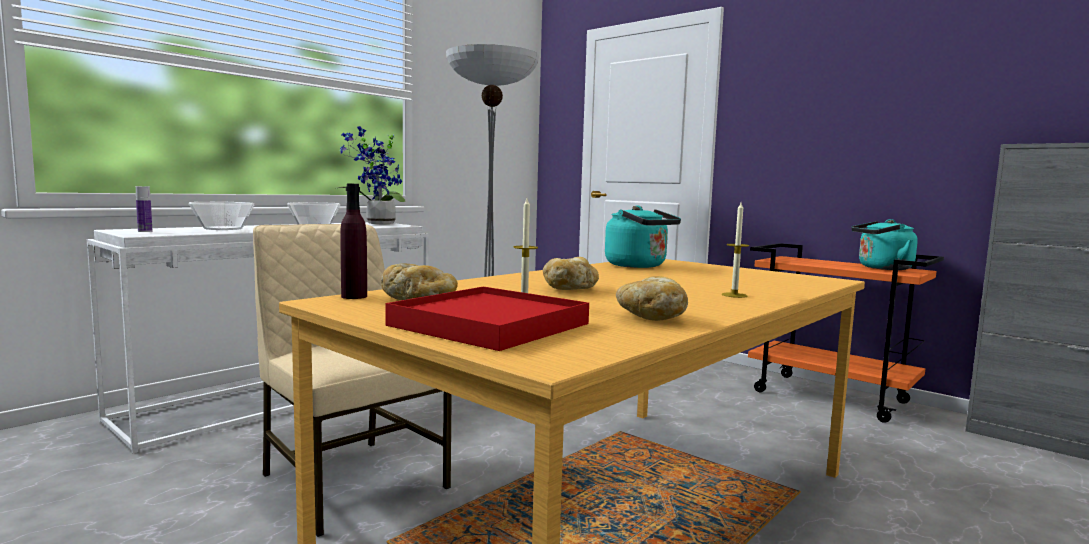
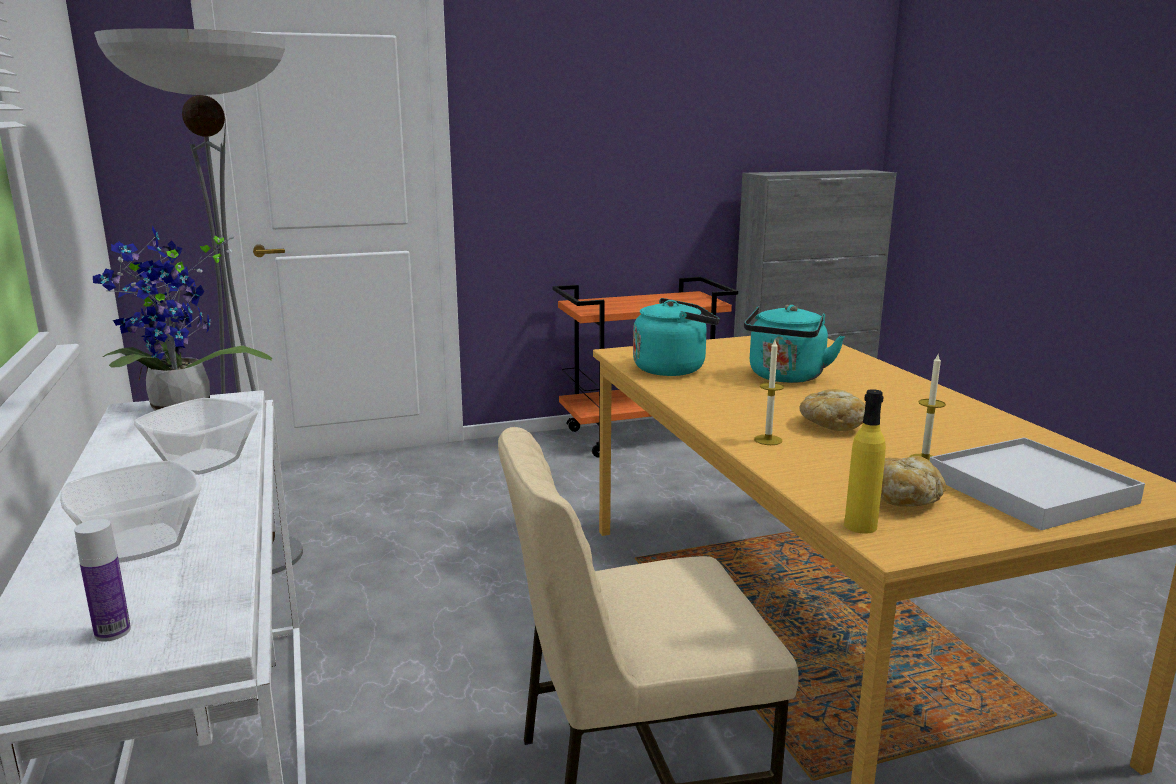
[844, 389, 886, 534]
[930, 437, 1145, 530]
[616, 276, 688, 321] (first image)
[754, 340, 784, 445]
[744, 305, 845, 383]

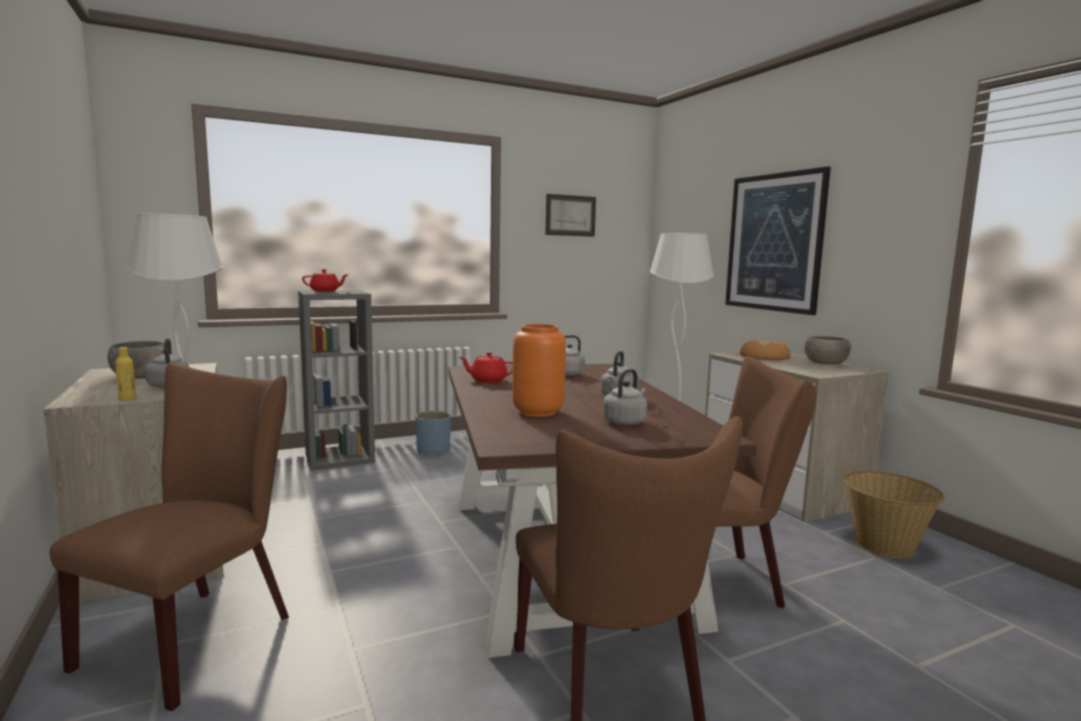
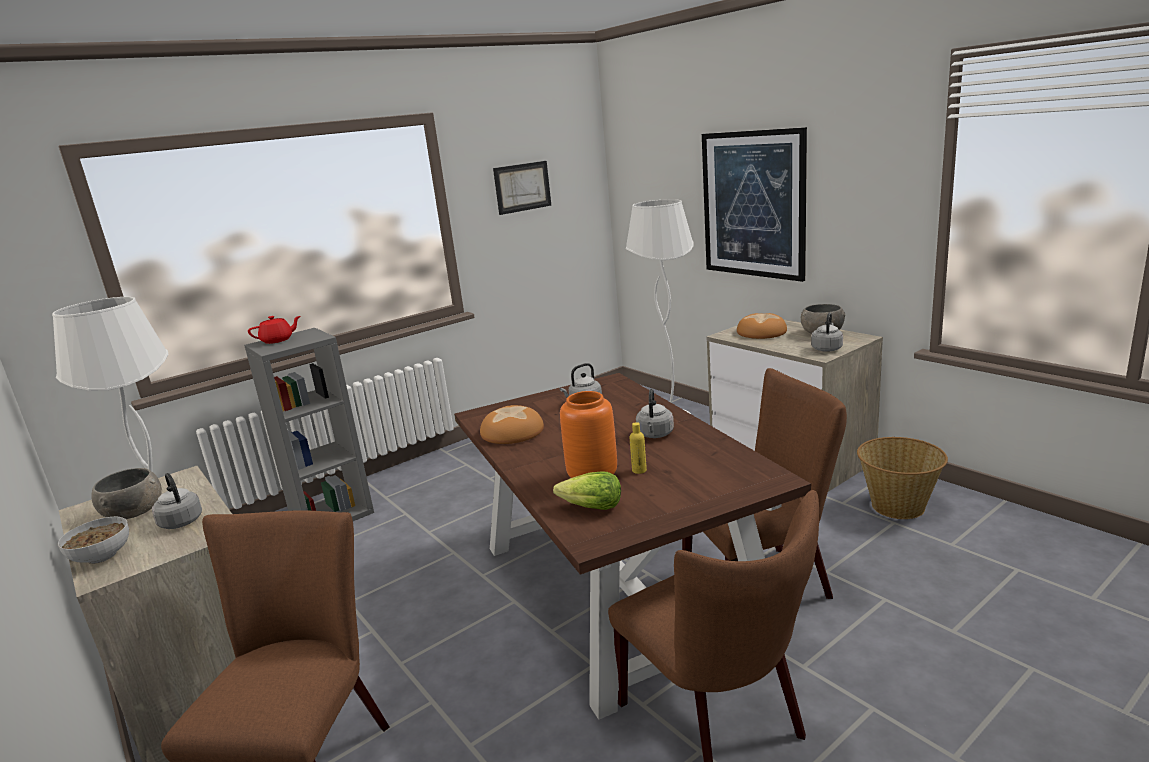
[629, 422, 647, 474]
[415, 411, 451, 455] (first image)
[480, 405, 544, 444]
[811, 312, 843, 352]
[58, 517, 129, 564]
[553, 472, 621, 510]

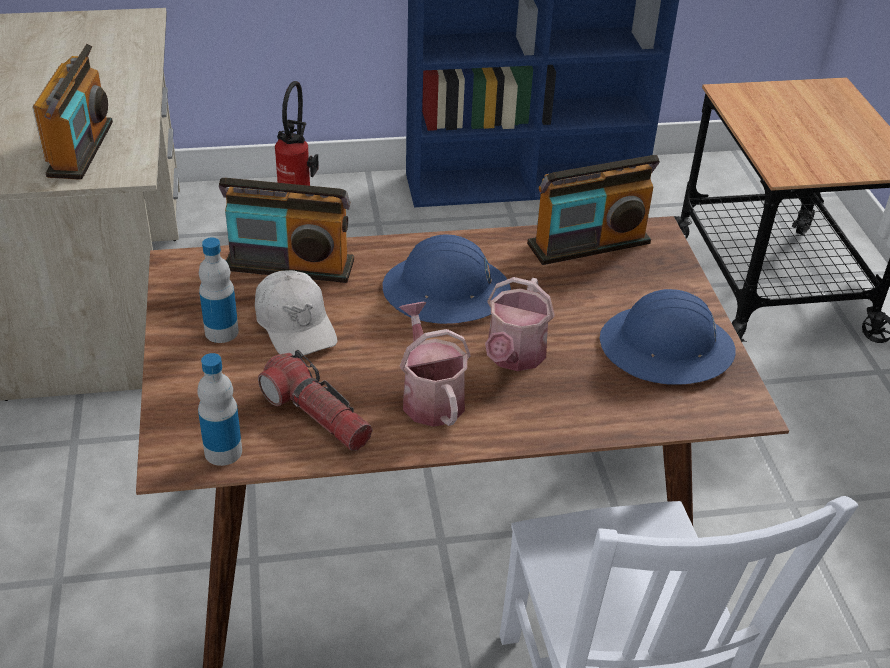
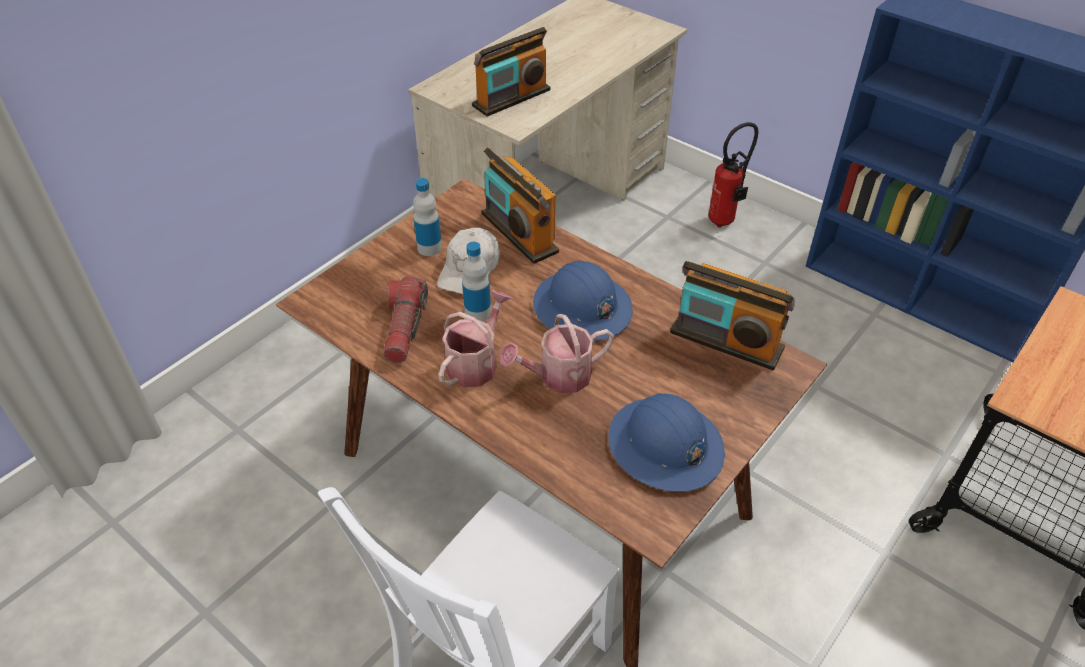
[462, 242, 491, 322]

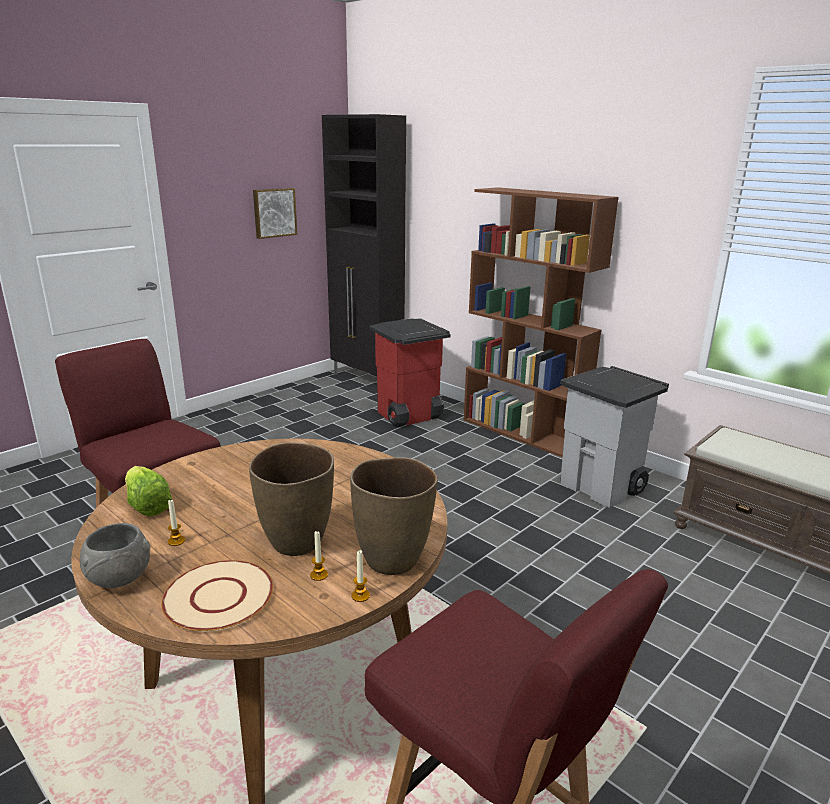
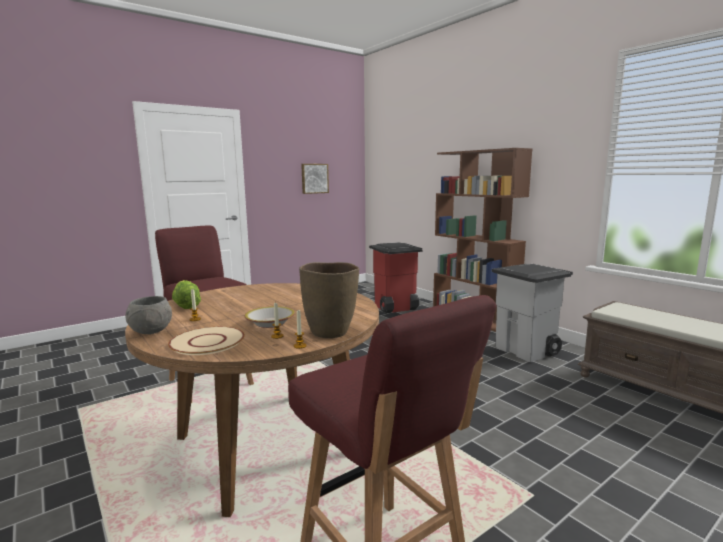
[245, 306, 295, 328]
[322, 114, 406, 376] (first image)

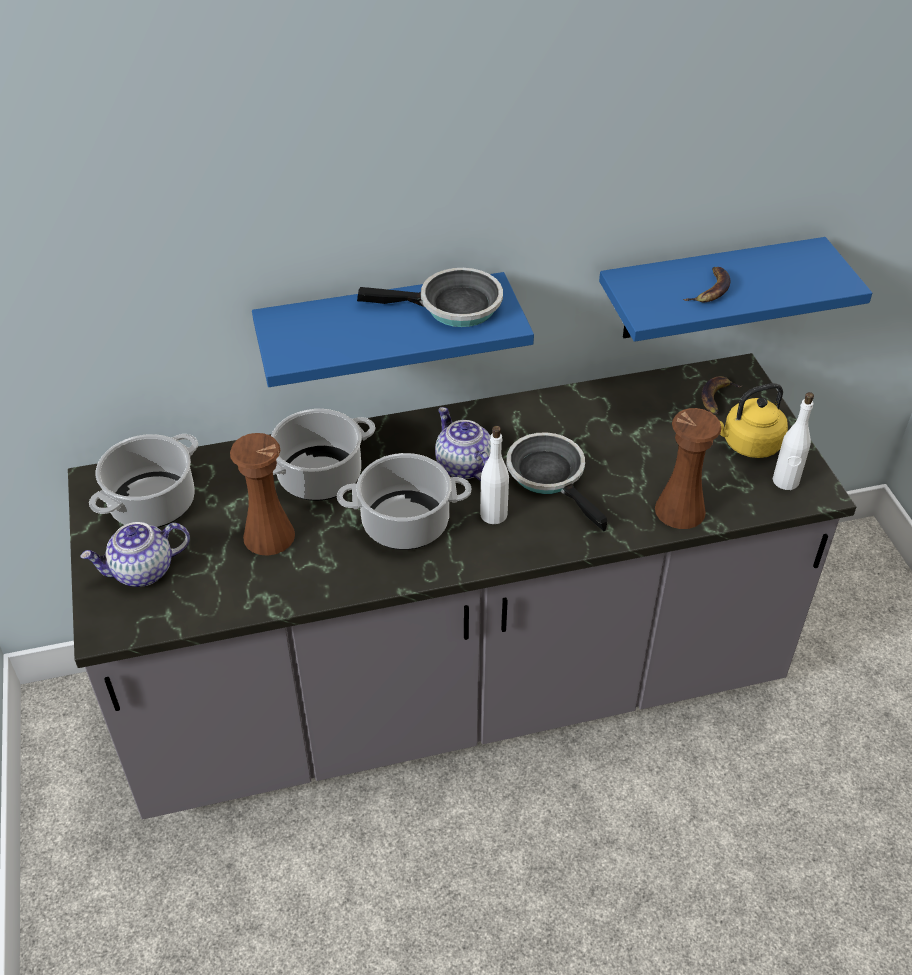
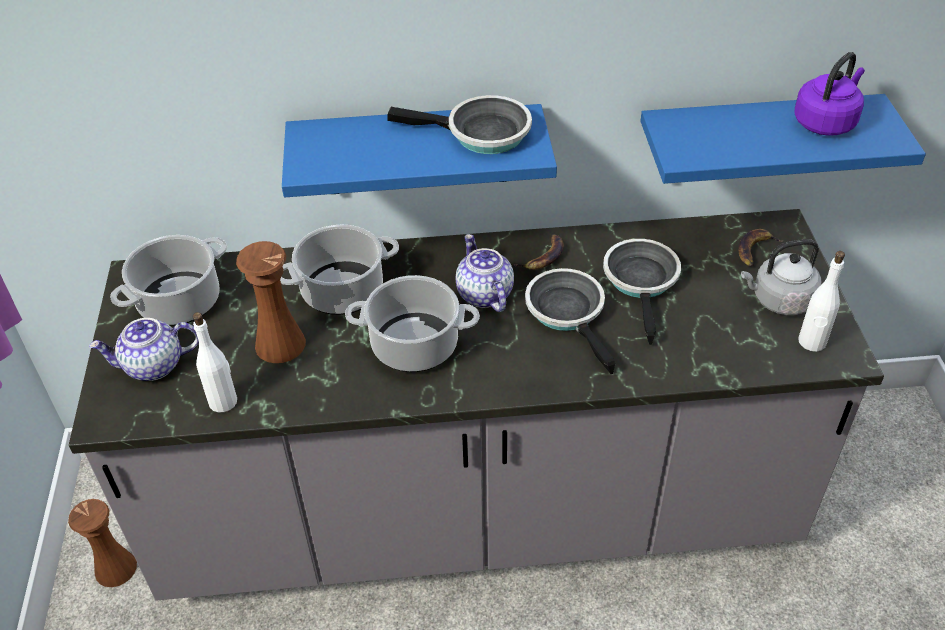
[193, 312, 237, 412]
[68, 499, 137, 587]
[513, 234, 564, 270]
[741, 239, 821, 315]
[603, 239, 681, 345]
[794, 52, 865, 136]

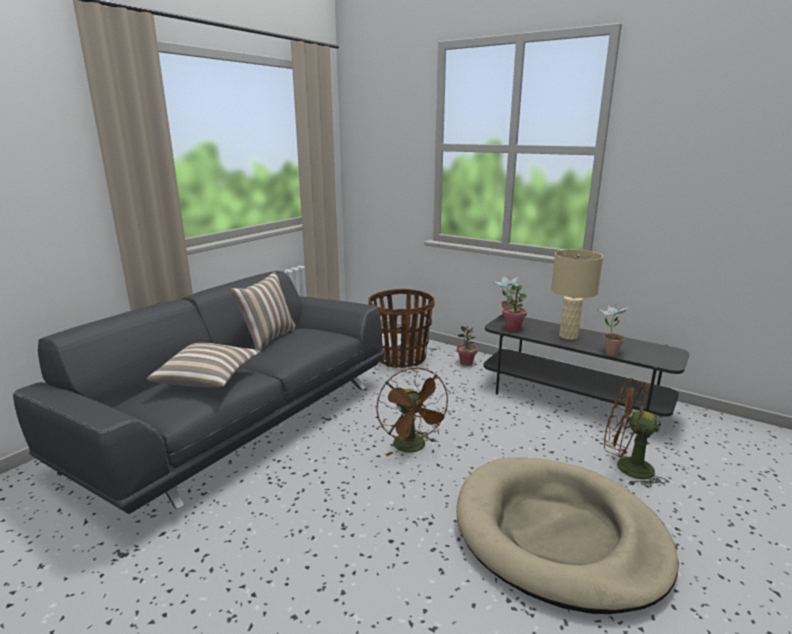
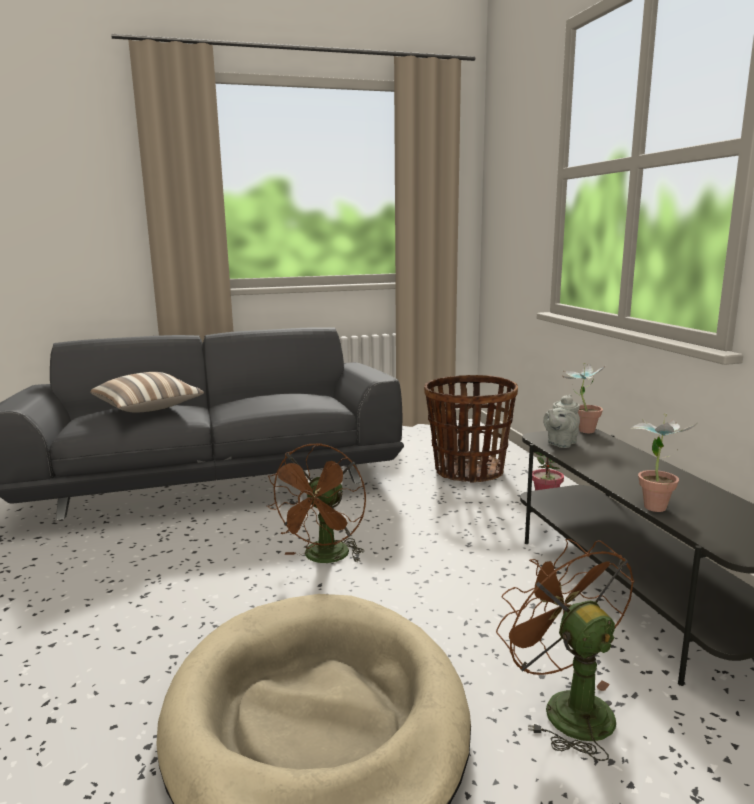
[231, 272, 296, 351] (first image)
[543, 394, 580, 448]
[551, 250, 603, 340] (first image)

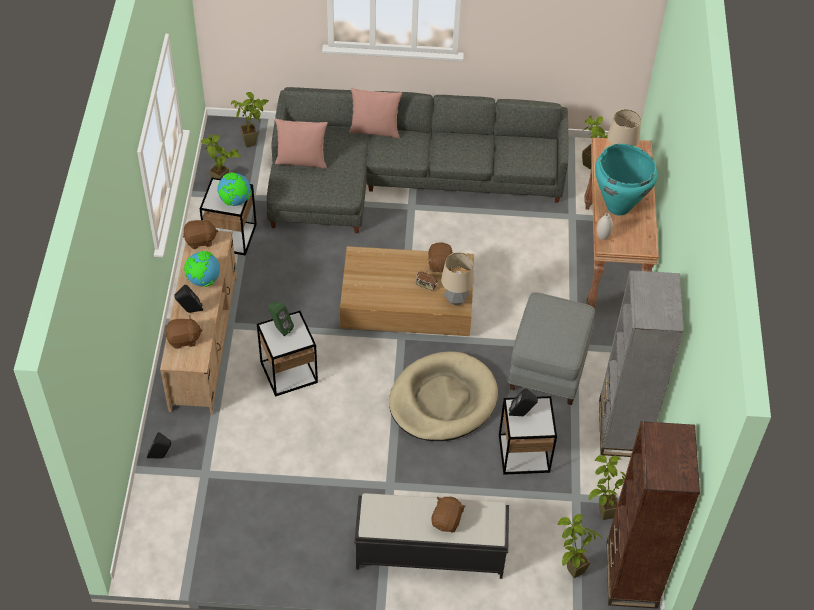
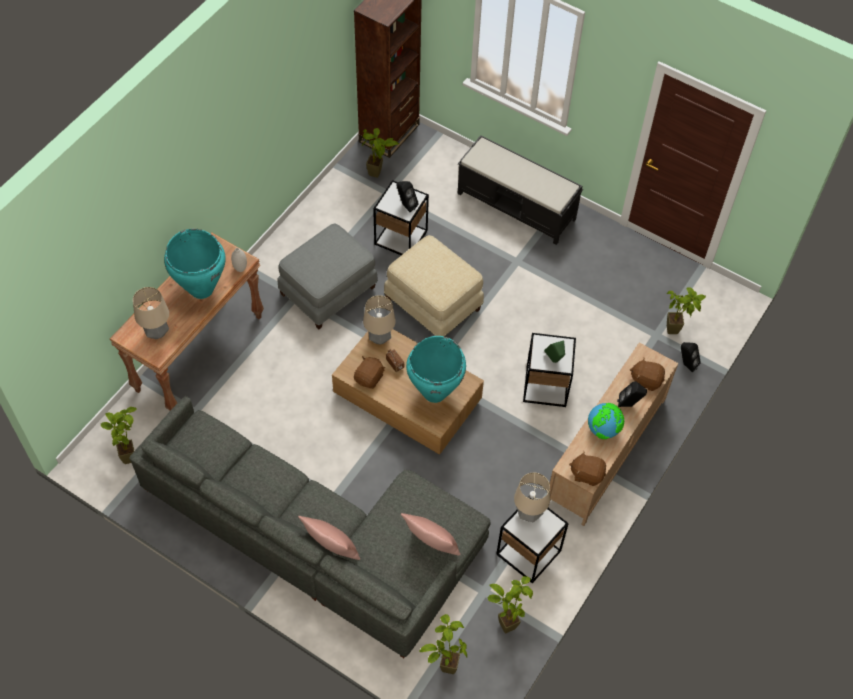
[514, 473, 550, 523]
[384, 235, 484, 336]
[431, 497, 466, 532] (first image)
[667, 287, 706, 334]
[599, 270, 684, 457] (first image)
[406, 336, 466, 403]

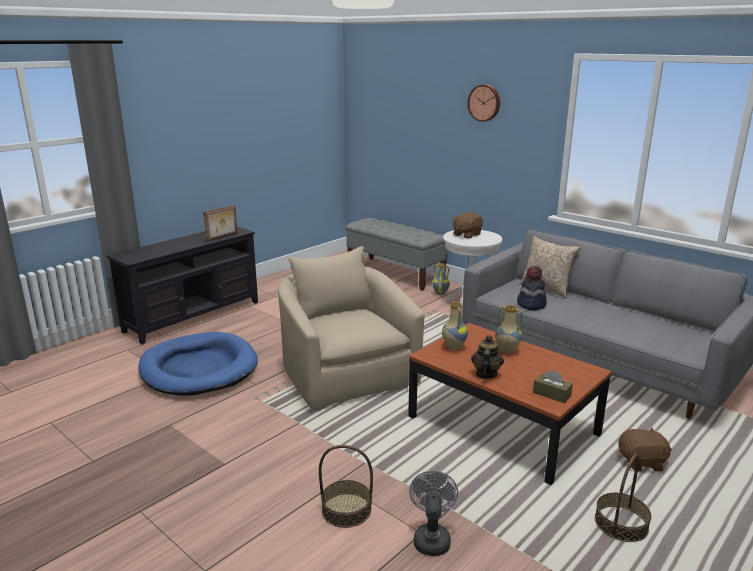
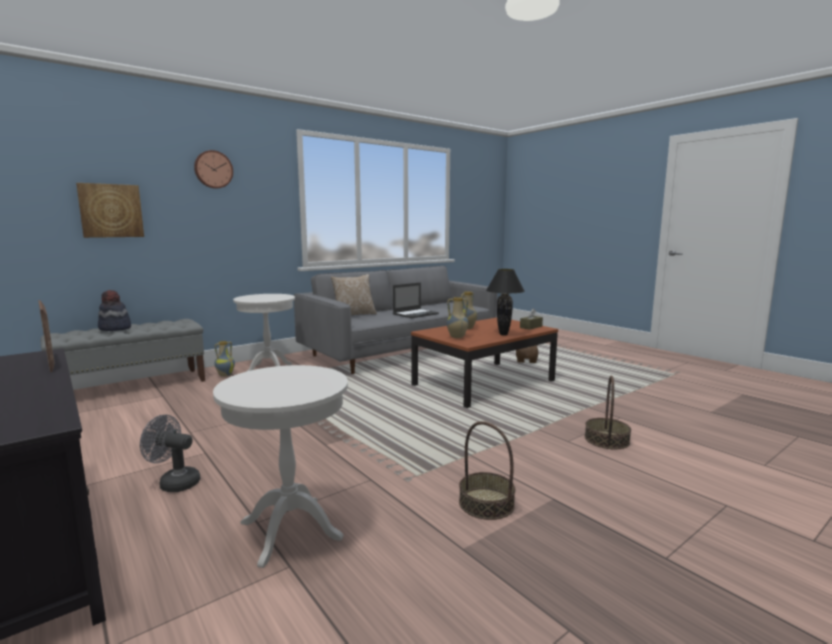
[213, 365, 348, 568]
[278, 246, 425, 409] (first image)
[140, 414, 200, 492]
[452, 212, 483, 239] (first image)
[486, 269, 525, 336]
[98, 290, 131, 331]
[459, 421, 515, 520]
[76, 183, 144, 238]
[393, 283, 439, 318]

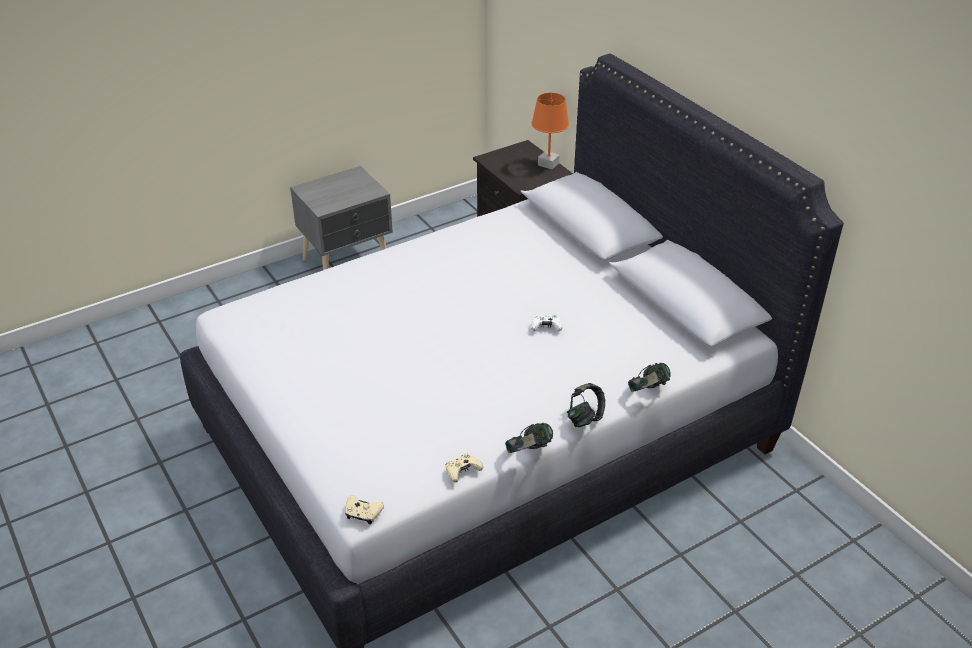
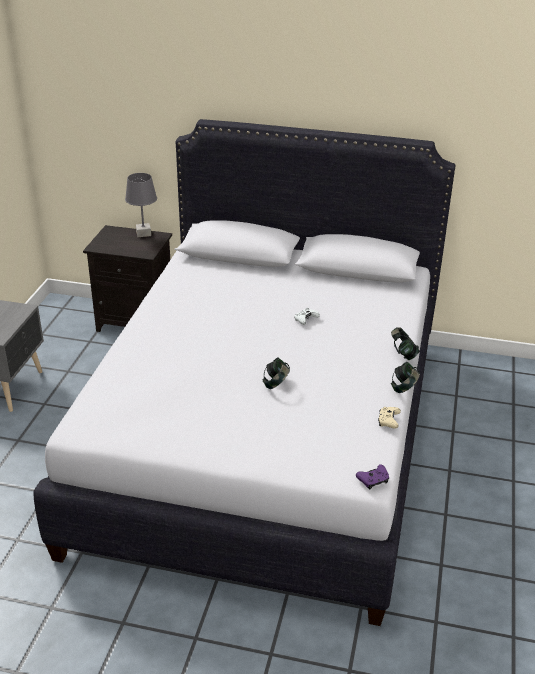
[356, 464, 389, 489]
[125, 173, 157, 237]
[263, 357, 290, 389]

